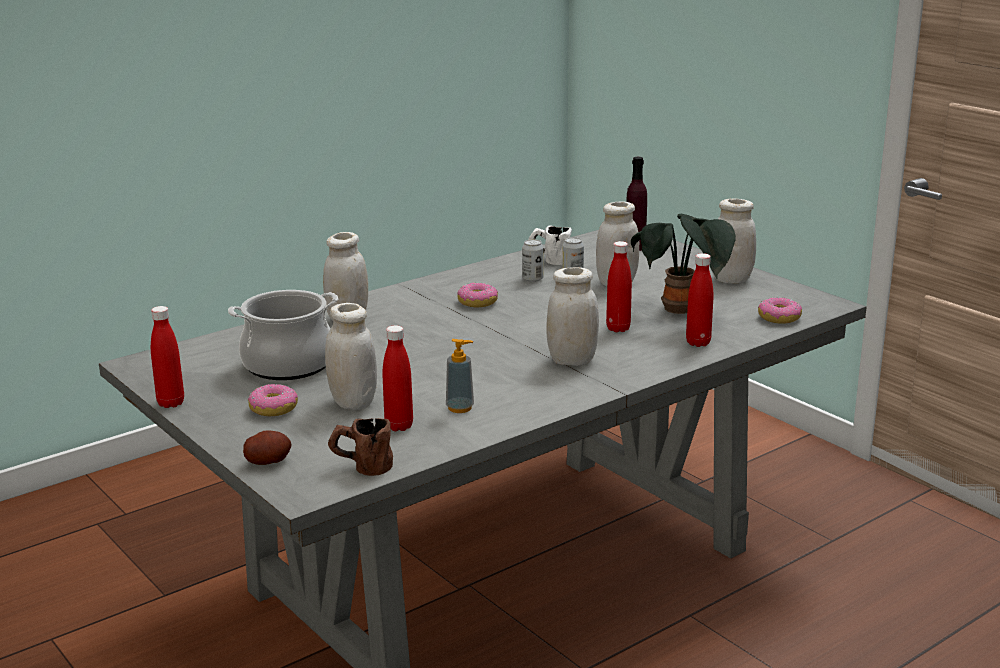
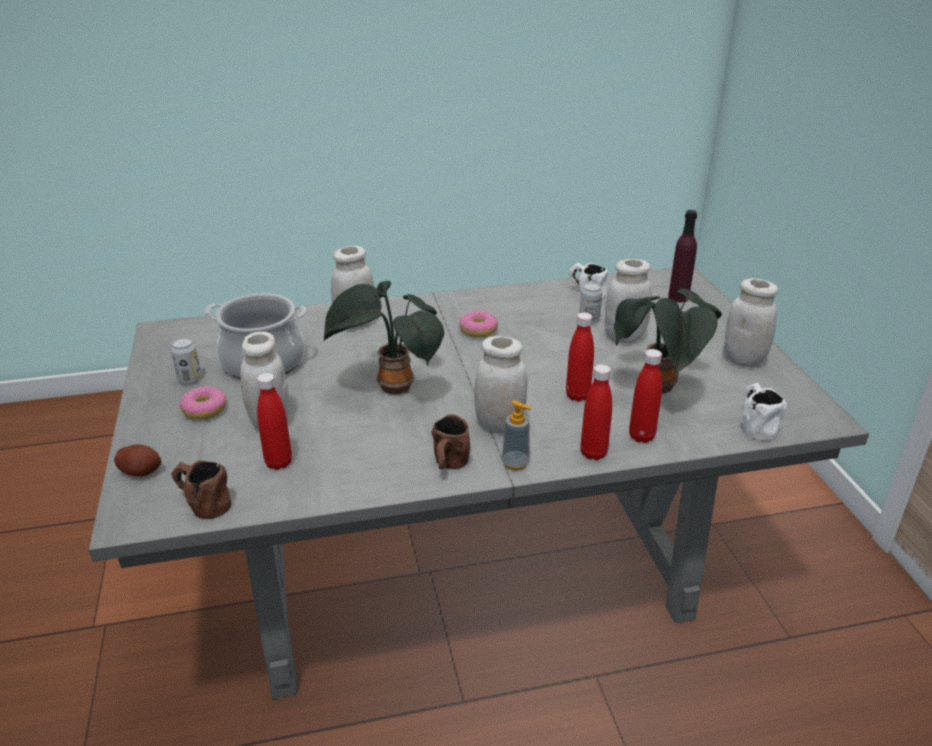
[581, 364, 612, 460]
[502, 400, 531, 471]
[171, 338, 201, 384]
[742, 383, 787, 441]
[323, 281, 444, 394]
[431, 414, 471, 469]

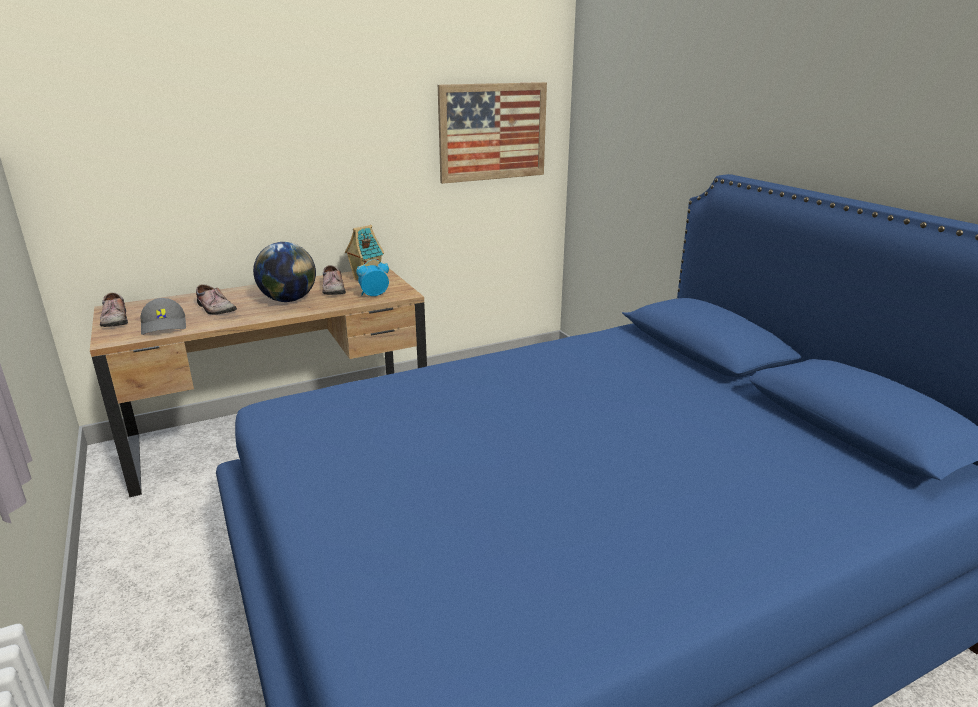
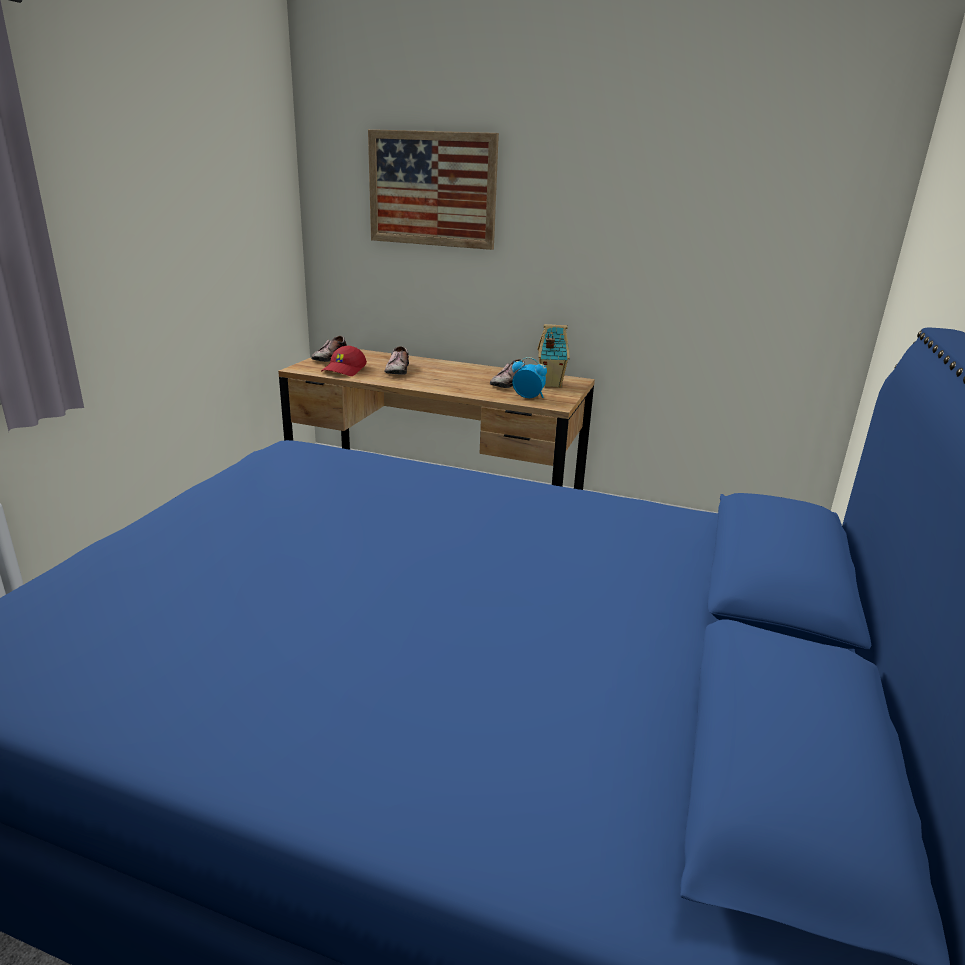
[322, 346, 367, 376]
[253, 242, 316, 302] (first image)
[368, 129, 499, 250]

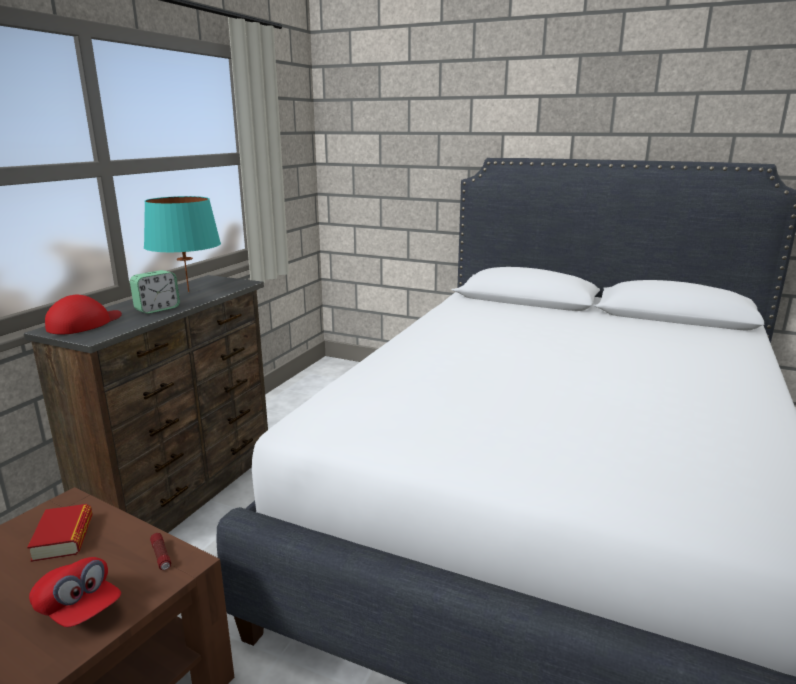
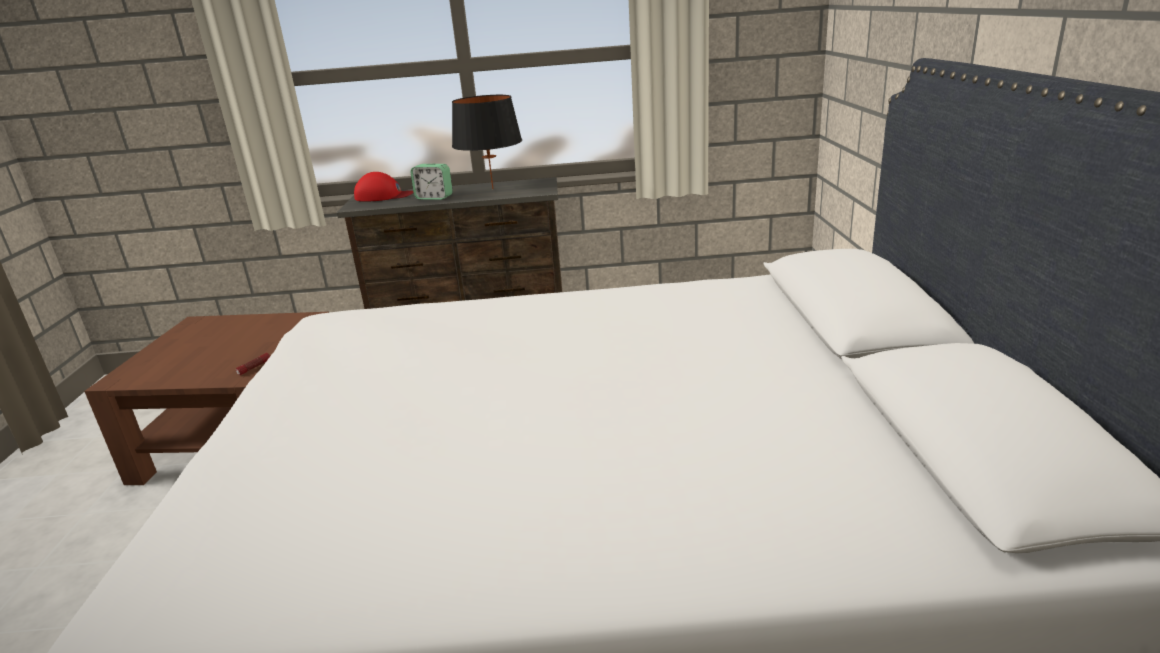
[27, 504, 93, 562] (first image)
[29, 557, 121, 627] (first image)
[452, 95, 522, 189]

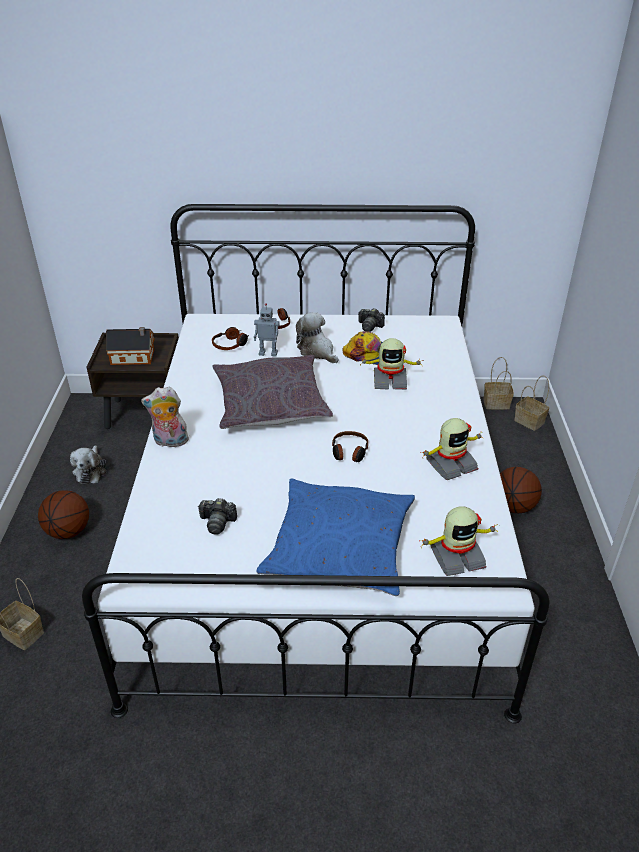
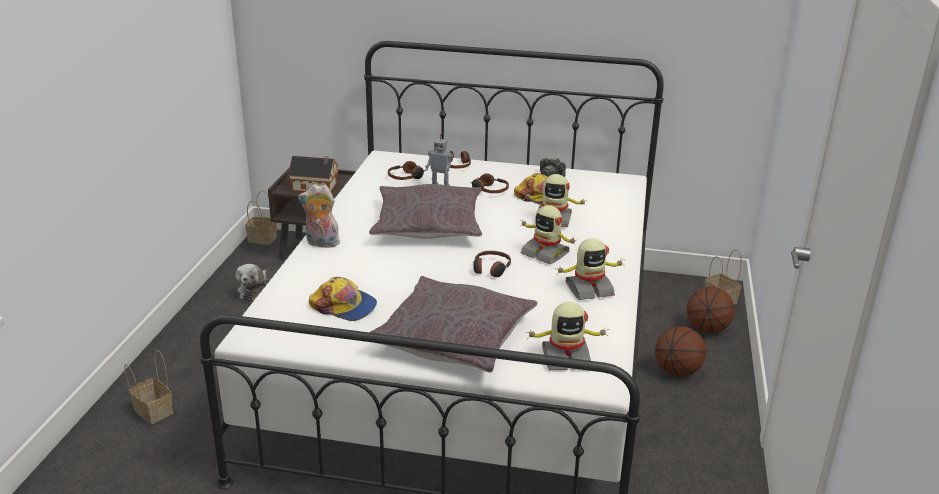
[687, 287, 735, 333]
[309, 277, 377, 321]
[370, 276, 537, 373]
[471, 173, 509, 193]
[245, 190, 277, 245]
[519, 205, 576, 264]

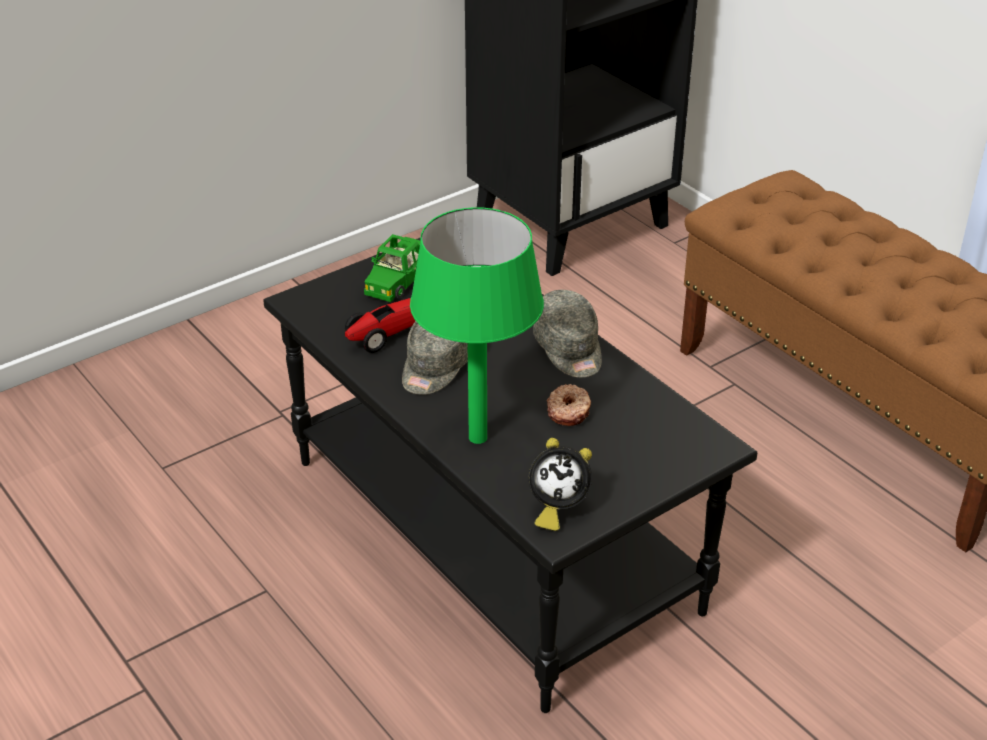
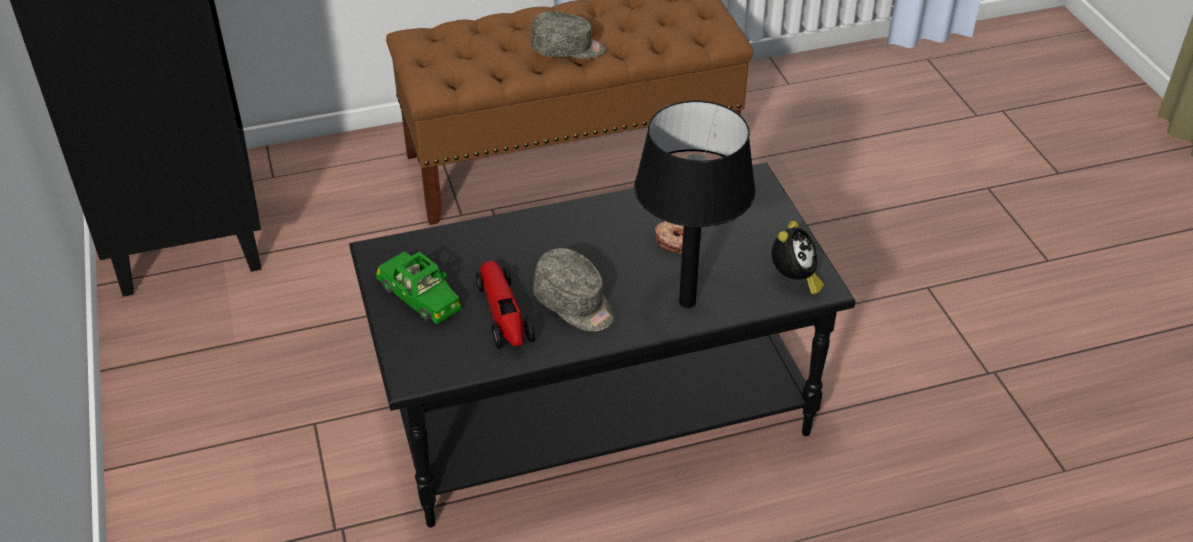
[634, 100, 756, 308]
[531, 11, 606, 59]

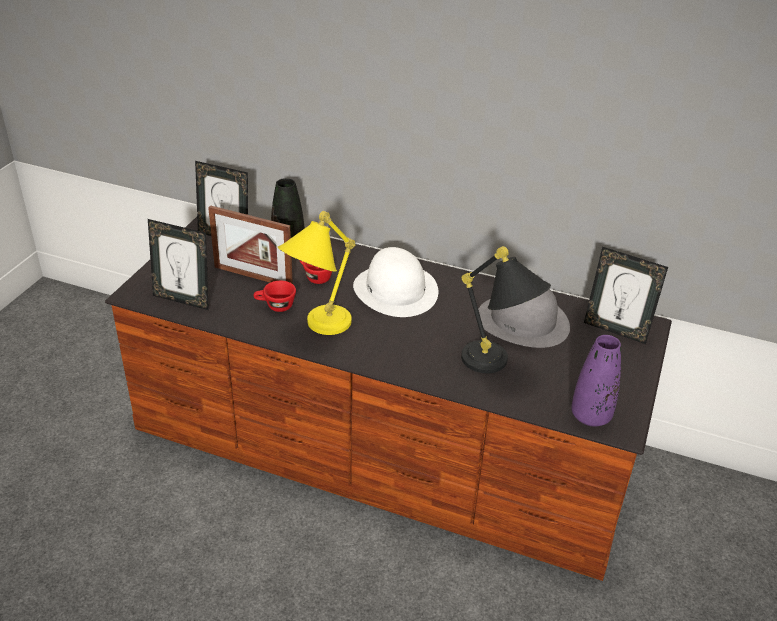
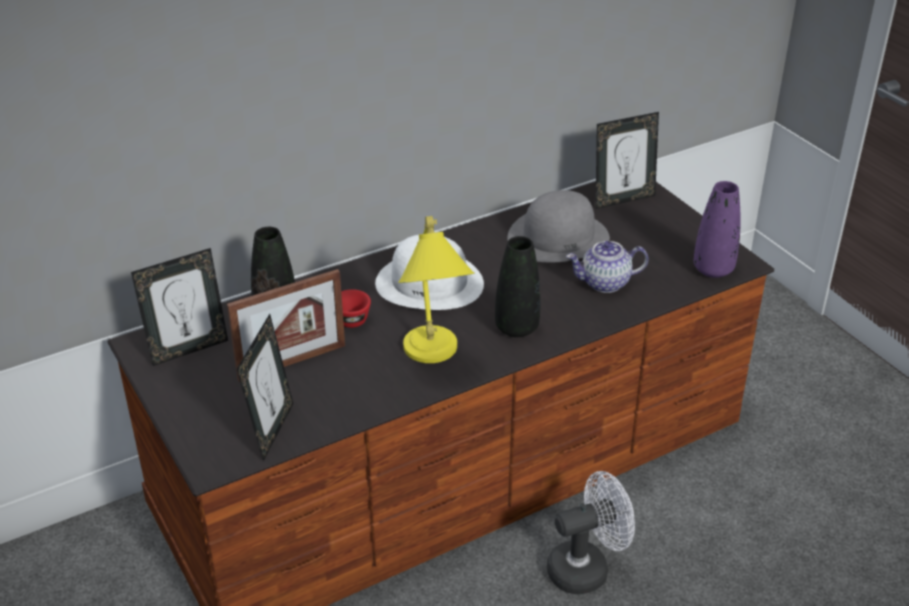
[237, 314, 293, 461]
[253, 281, 296, 312] (first image)
[566, 241, 648, 293]
[495, 236, 541, 337]
[547, 471, 635, 595]

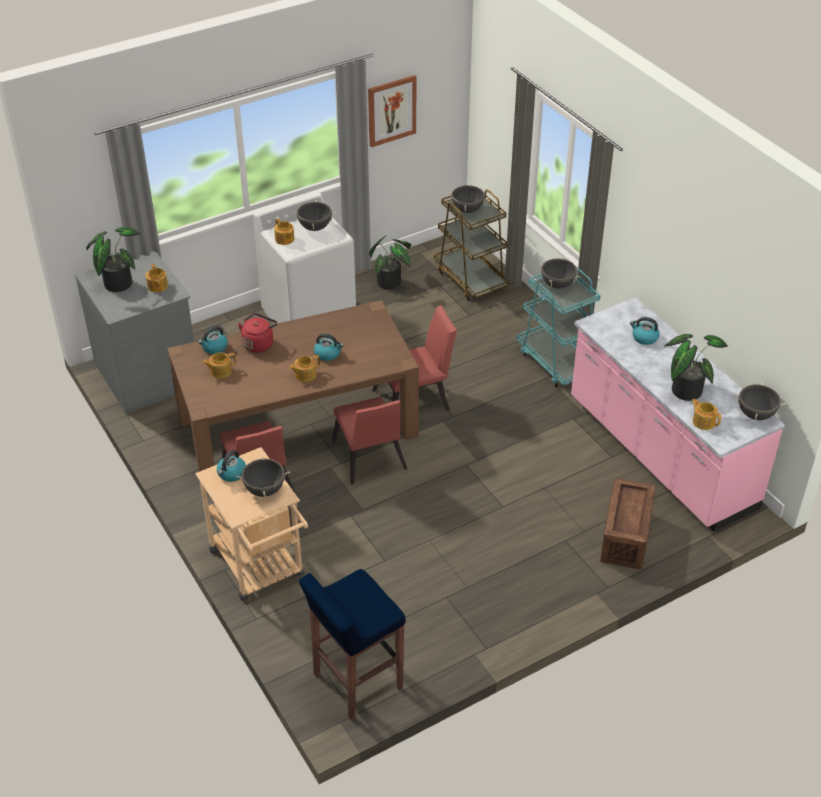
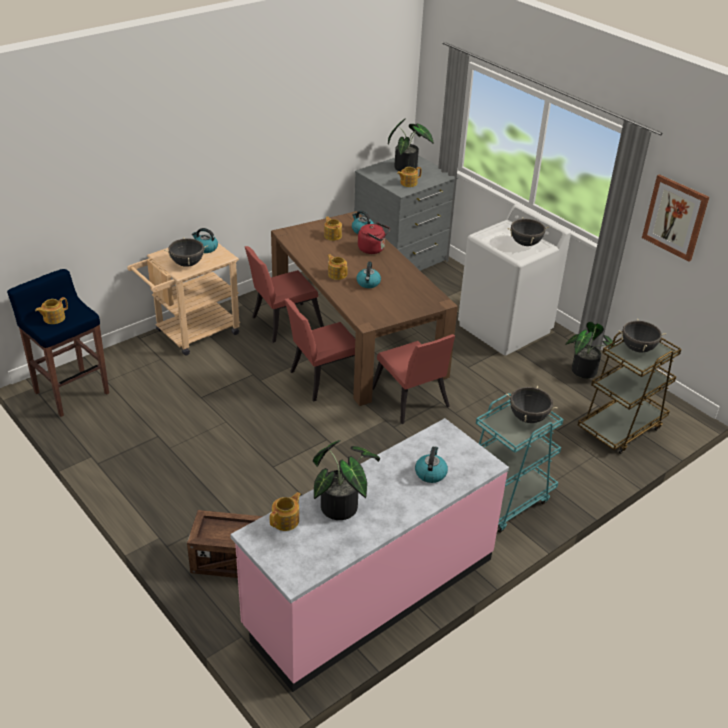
[35, 297, 68, 324]
[734, 383, 786, 420] (first image)

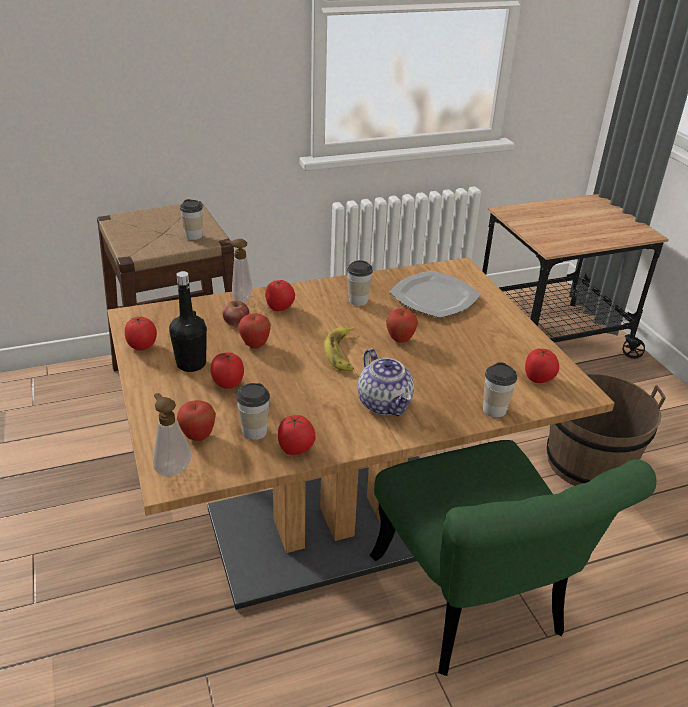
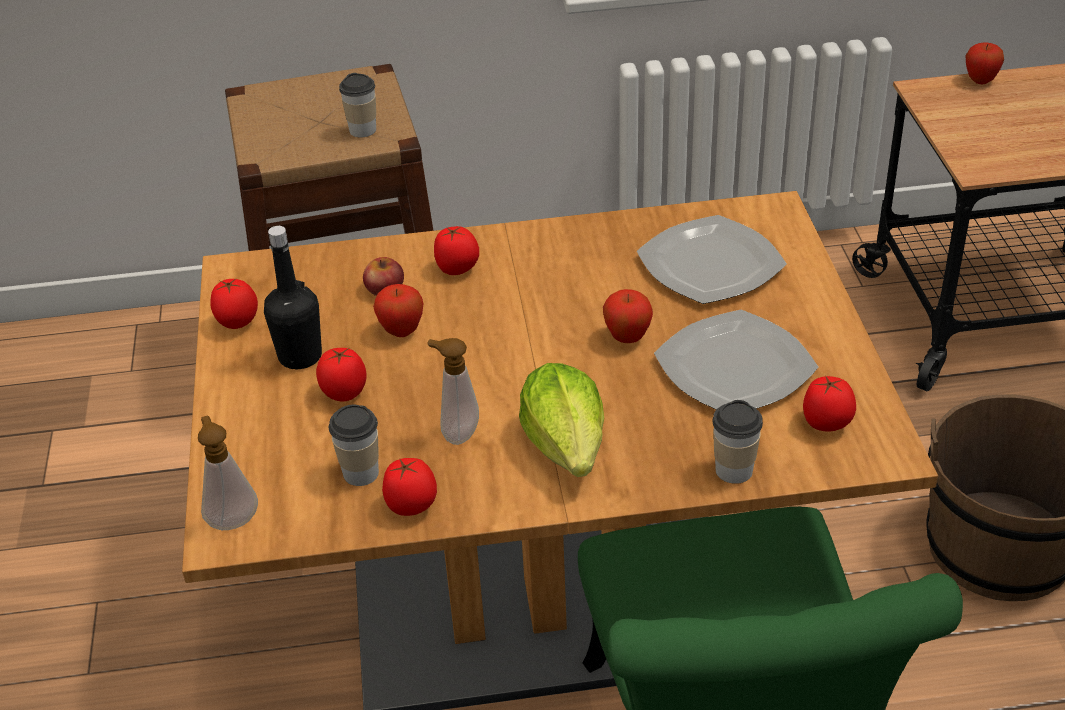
[965, 43, 1004, 84]
[427, 338, 479, 445]
[324, 327, 354, 371] (first image)
[347, 260, 373, 306] (first image)
[519, 363, 604, 477]
[654, 309, 819, 410]

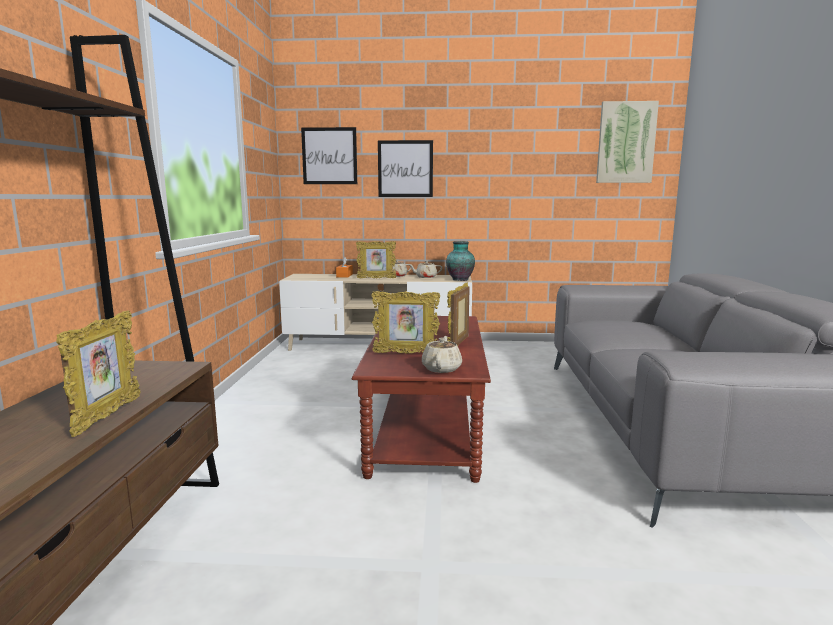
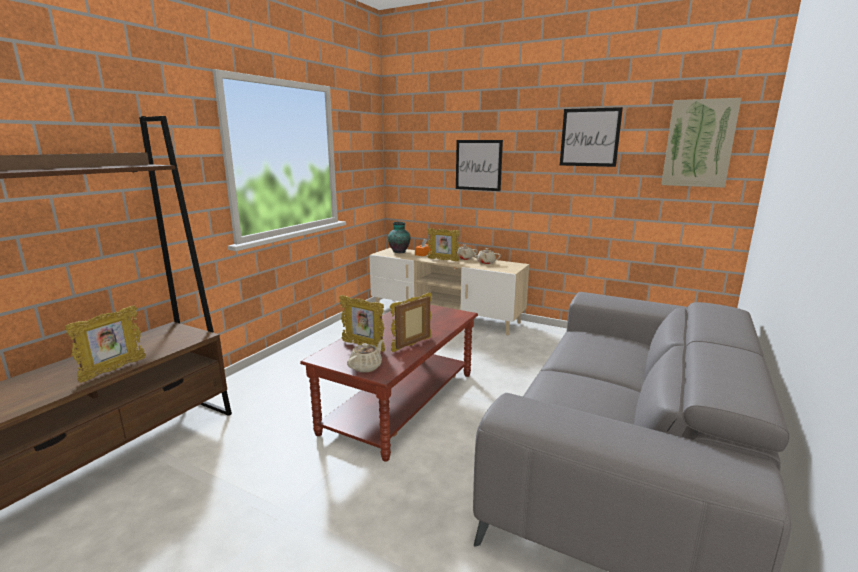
[560, 107, 623, 167]
[388, 222, 410, 253]

